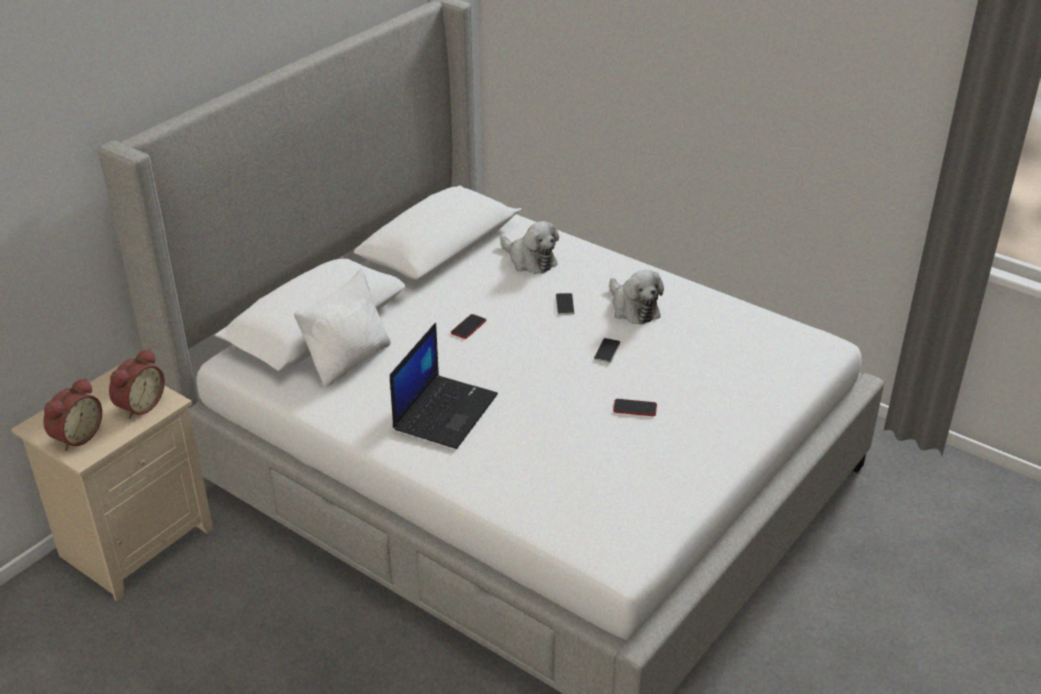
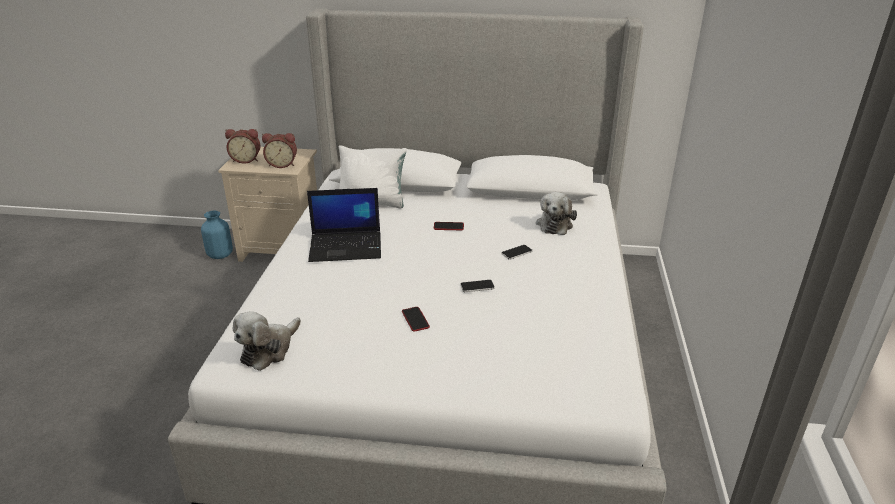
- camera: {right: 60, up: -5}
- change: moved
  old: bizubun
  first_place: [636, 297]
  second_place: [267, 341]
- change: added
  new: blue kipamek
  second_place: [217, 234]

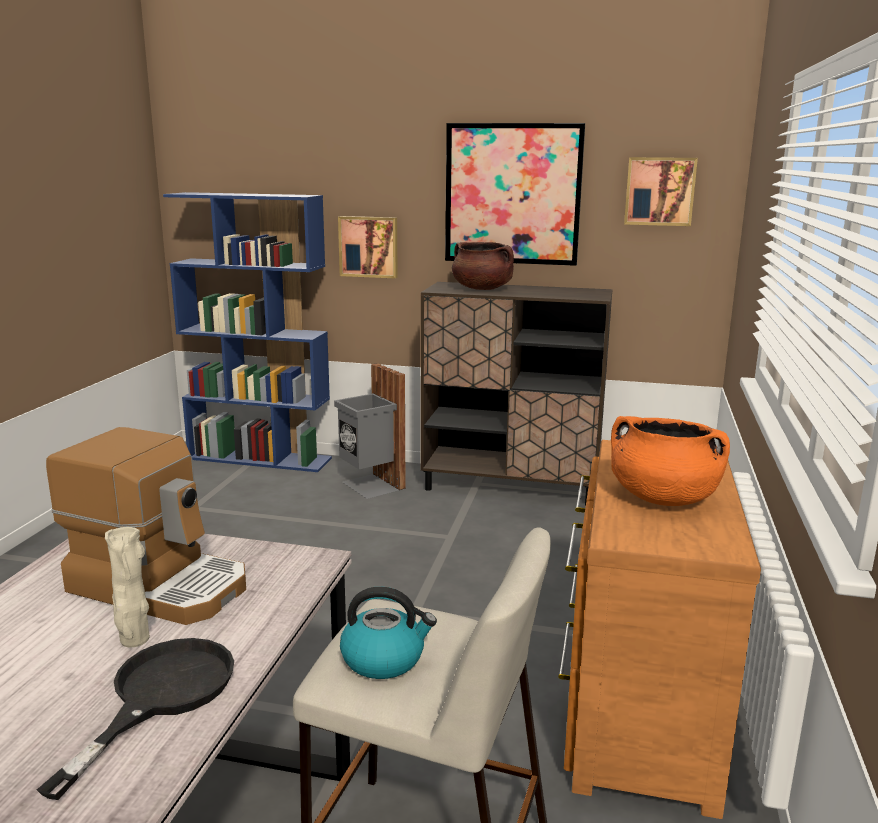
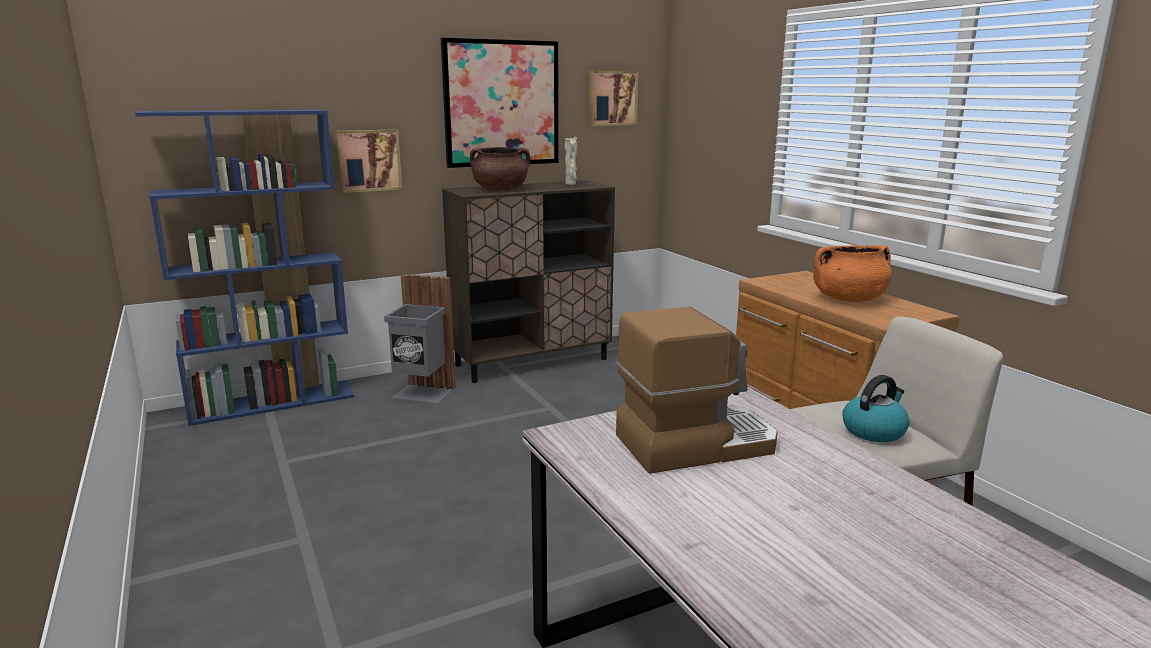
- camera: {right: -40, up: 0}
- change: moved
  old: beige kipamek
  first_place: [127, 587]
  second_place: [571, 161]
- change: removed
  old: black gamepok
  first_place: [135, 719]

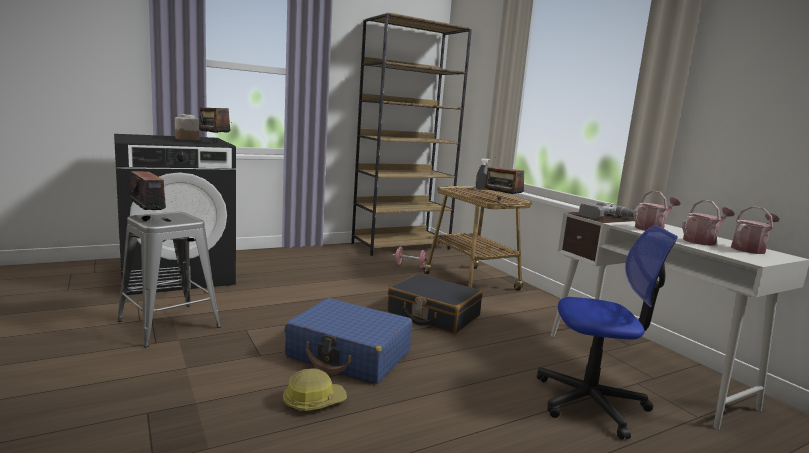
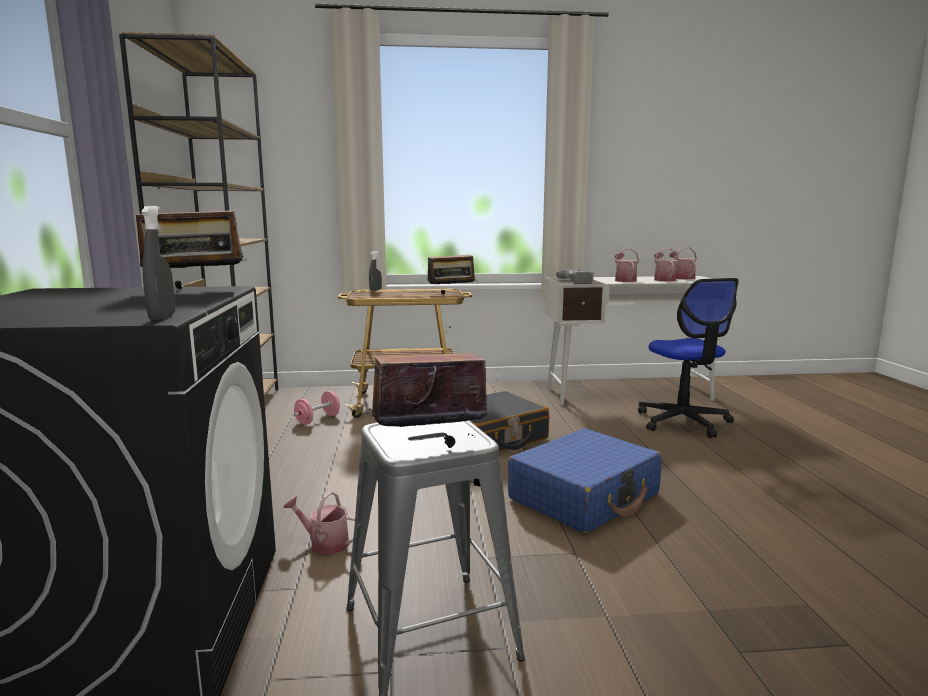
- camera: {right: -65, up: 0}
- change: removed
  old: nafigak
  first_place: [187, 127]
- change: turned
  old: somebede
  first_place: [607, 332]
  second_place: [688, 358]
  degrees: 135
- change: removed
  old: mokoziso
  first_place: [315, 390]
- change: added
  new: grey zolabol
  second_place: [158, 263]
- change: added
  new: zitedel
  second_place: [319, 523]

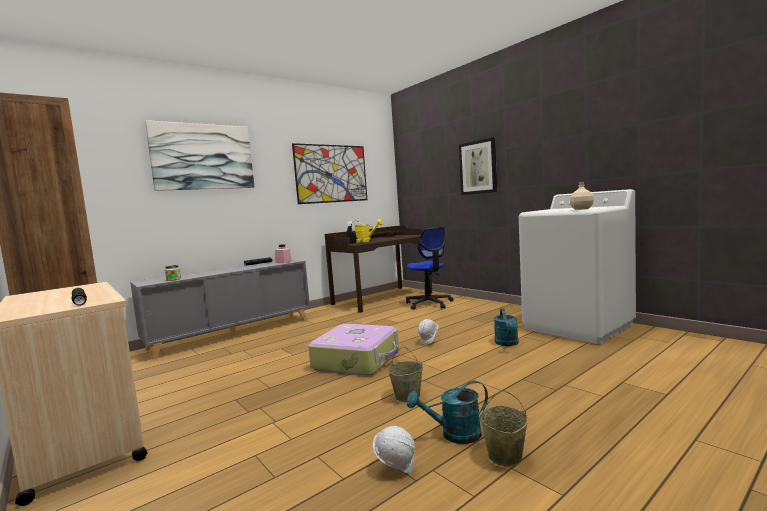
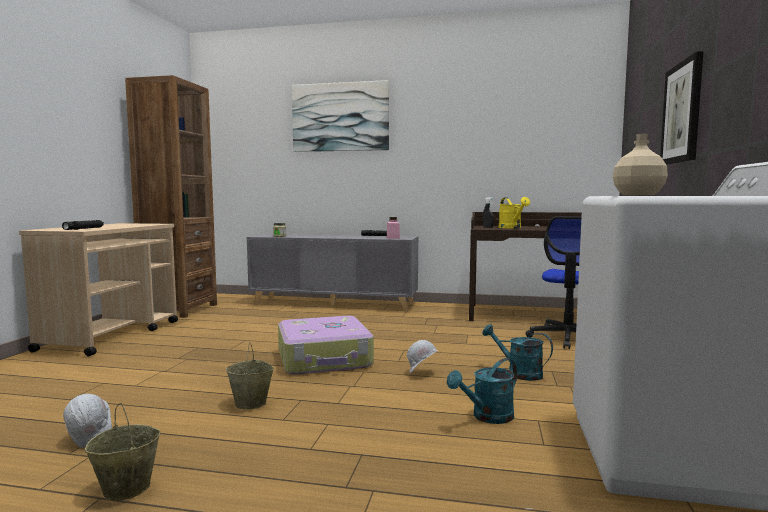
- camera: {right: 50, up: 0}
- change: removed
  old: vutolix
  first_place: [329, 173]
- change: moved
  old: turquoise zitedel
  first_place: [447, 412]
  second_place: [517, 352]

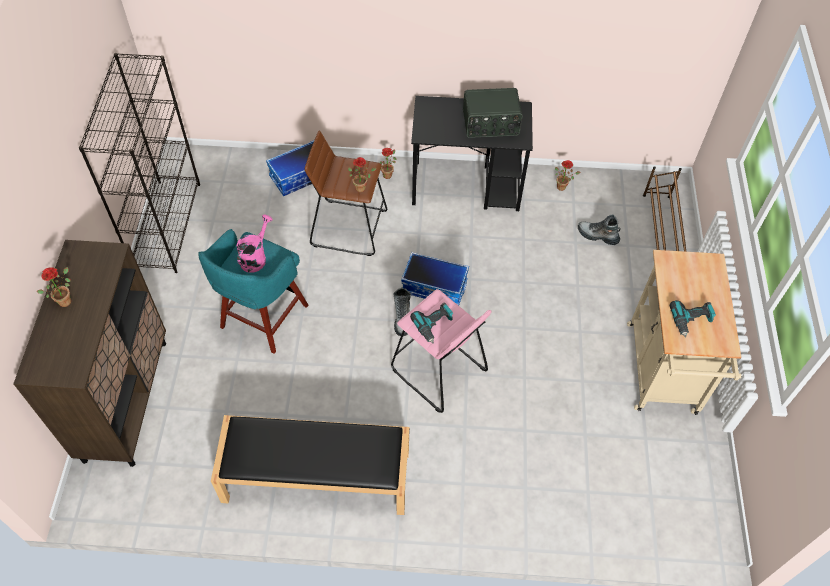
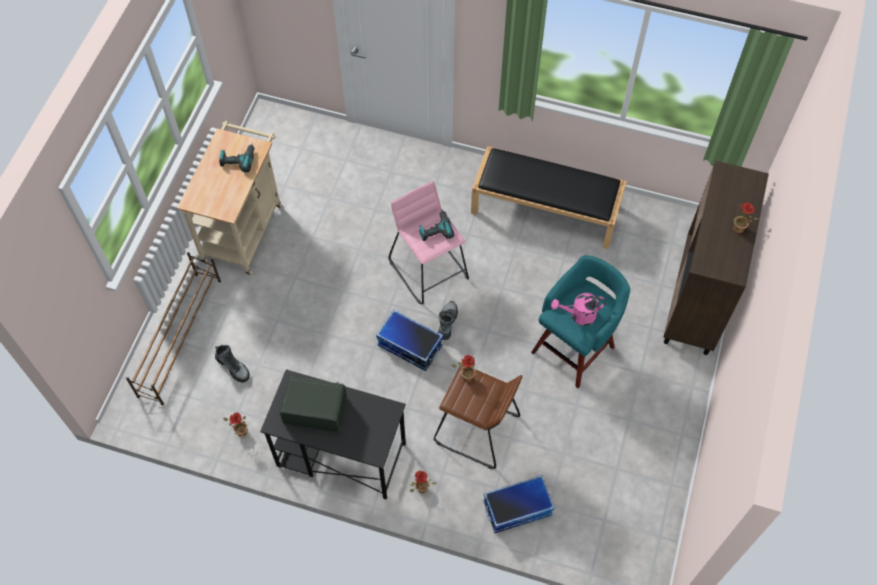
- camera: {right: -165, up: 5}
- change: removed
  old: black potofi
  first_place: [139, 163]
- change: turned
  old: pink zitedel
  first_place: [254, 243]
  second_place: [578, 309]
  degrees: 45

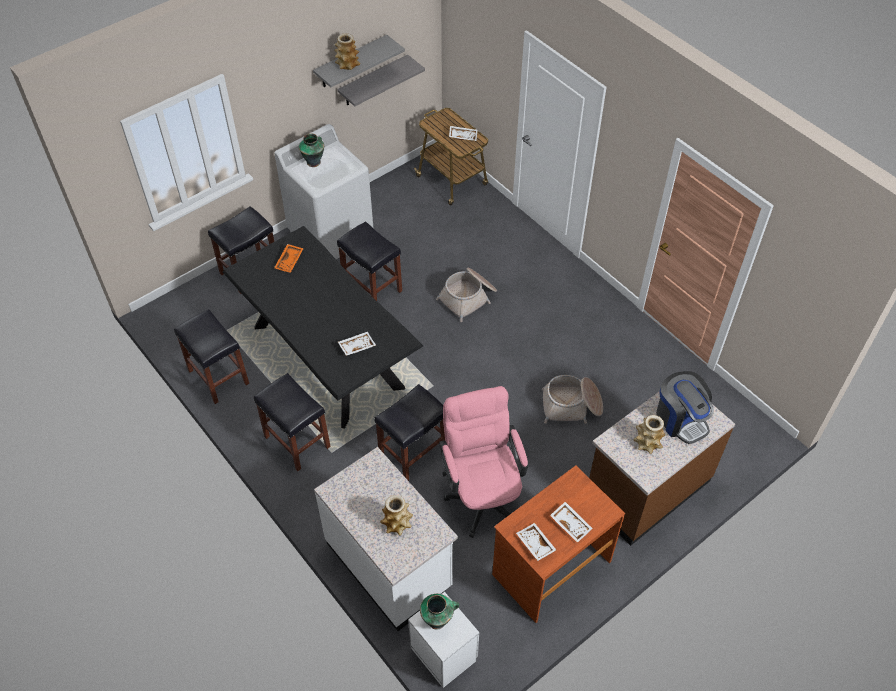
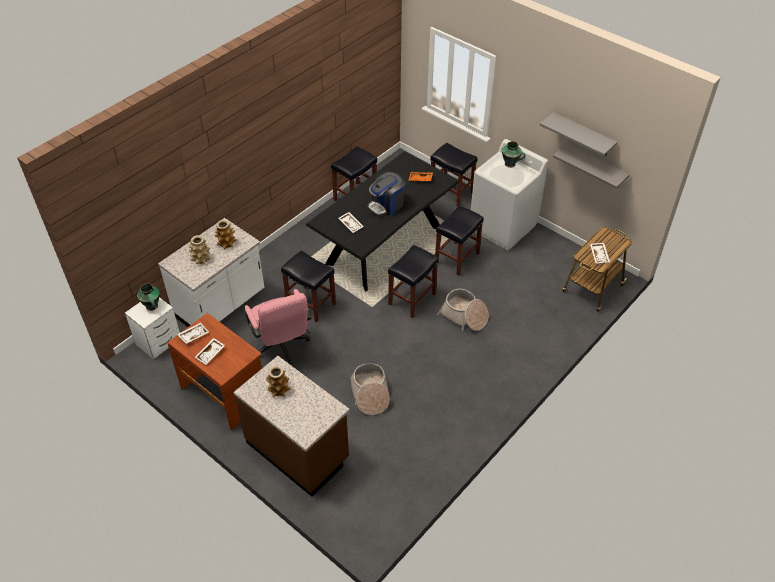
- camera: {right: 80, up: -5}
- change: moved
  old: kipamek
  first_place: [347, 51]
  second_place: [226, 234]
- change: moved
  old: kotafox
  first_place: [685, 407]
  second_place: [386, 193]
- change: moved
  old: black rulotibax
  first_place: [292, 422]
  second_place: [413, 281]
- change: turned
  old: pink somebede
  first_place: [483, 462]
  second_place: [278, 327]
  degrees: 90

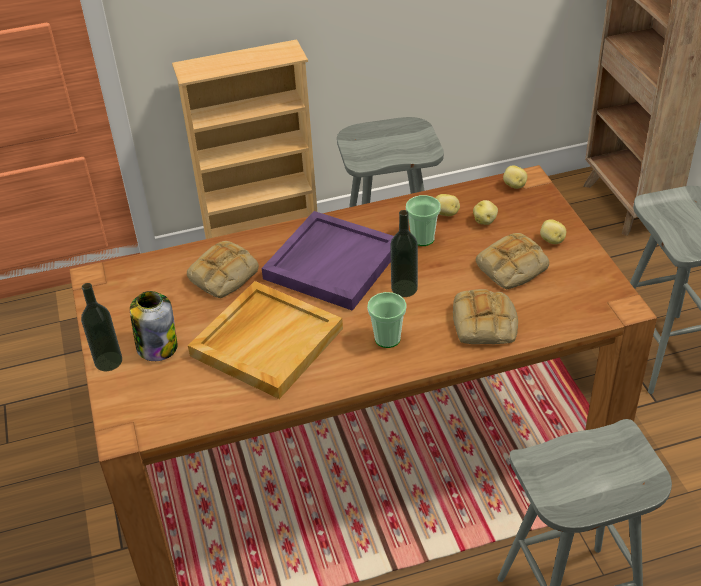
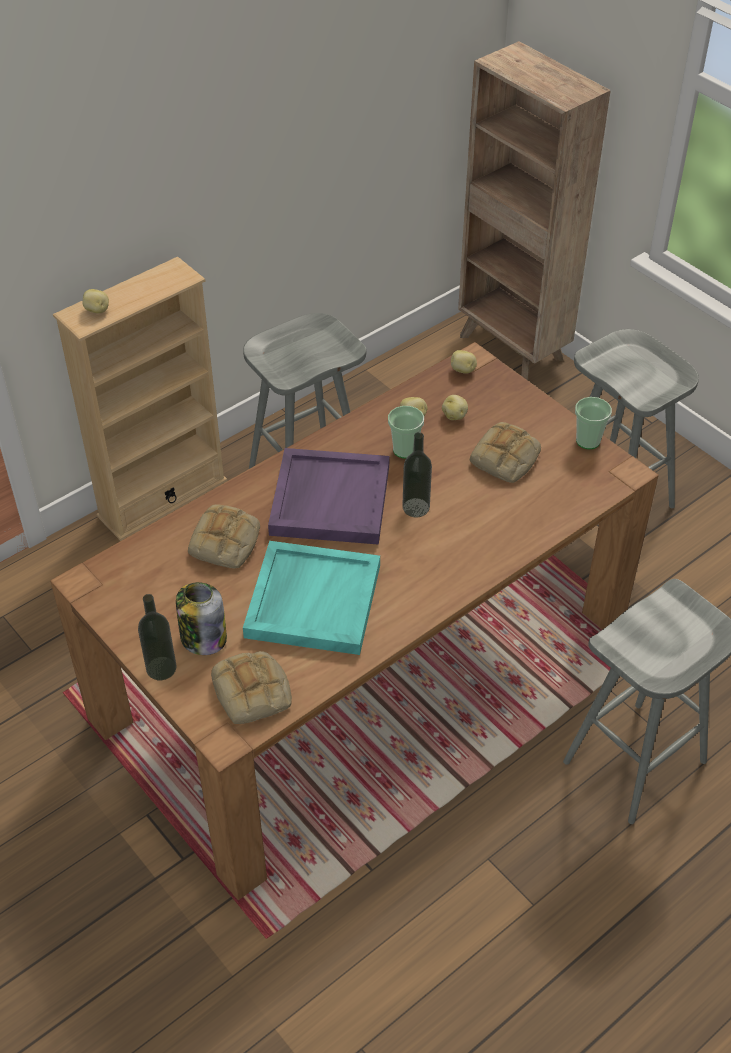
- camera: {right: -25, up: 5}
- change: moved
  old: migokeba
  first_place: [553, 231]
  second_place: [95, 301]
- change: recoloured
  old: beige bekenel
  new: turquoise bekenel
  first_place: [265, 340]
  second_place: [311, 598]
- change: moved
  old: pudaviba
  first_place: [485, 316]
  second_place: [251, 687]
- change: moved
  old: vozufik
  first_place: [387, 320]
  second_place: [593, 423]

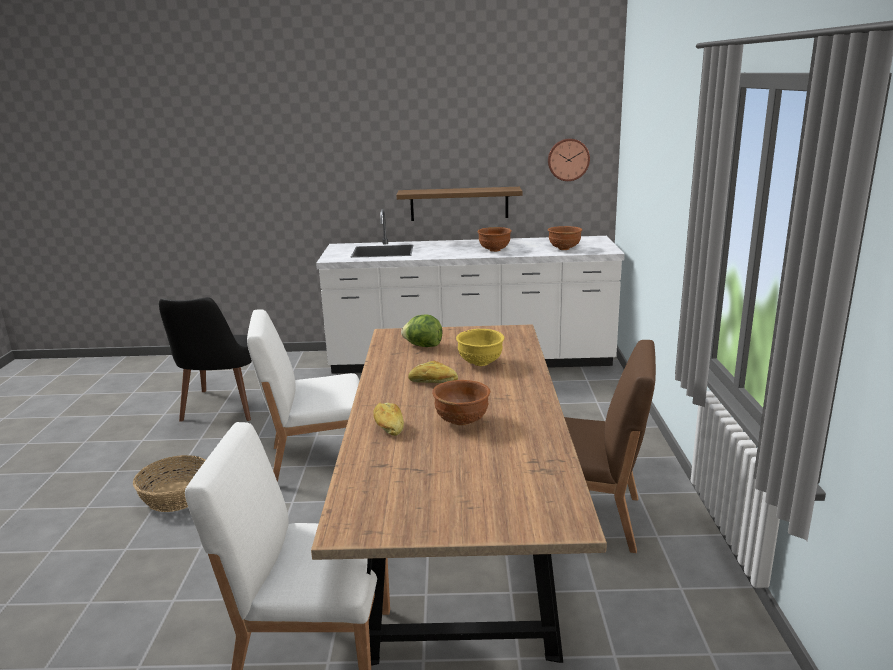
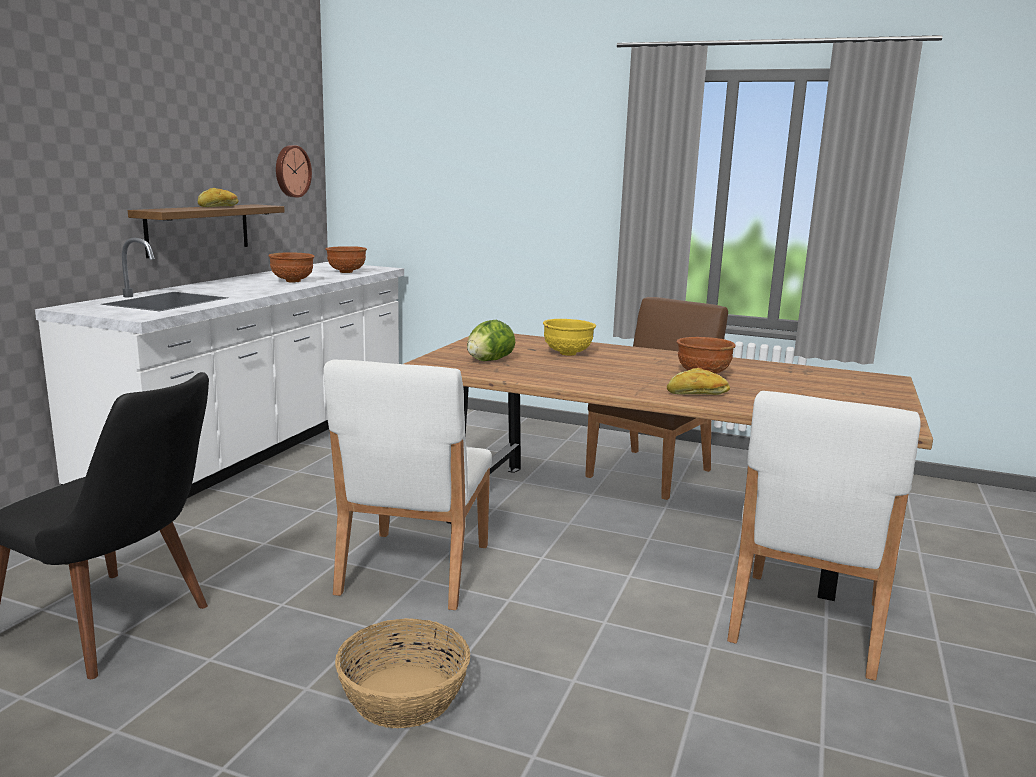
- camera: {right: -70, up: -5}
- change: moved
  old: pudaviba
  first_place: [433, 372]
  second_place: [218, 197]

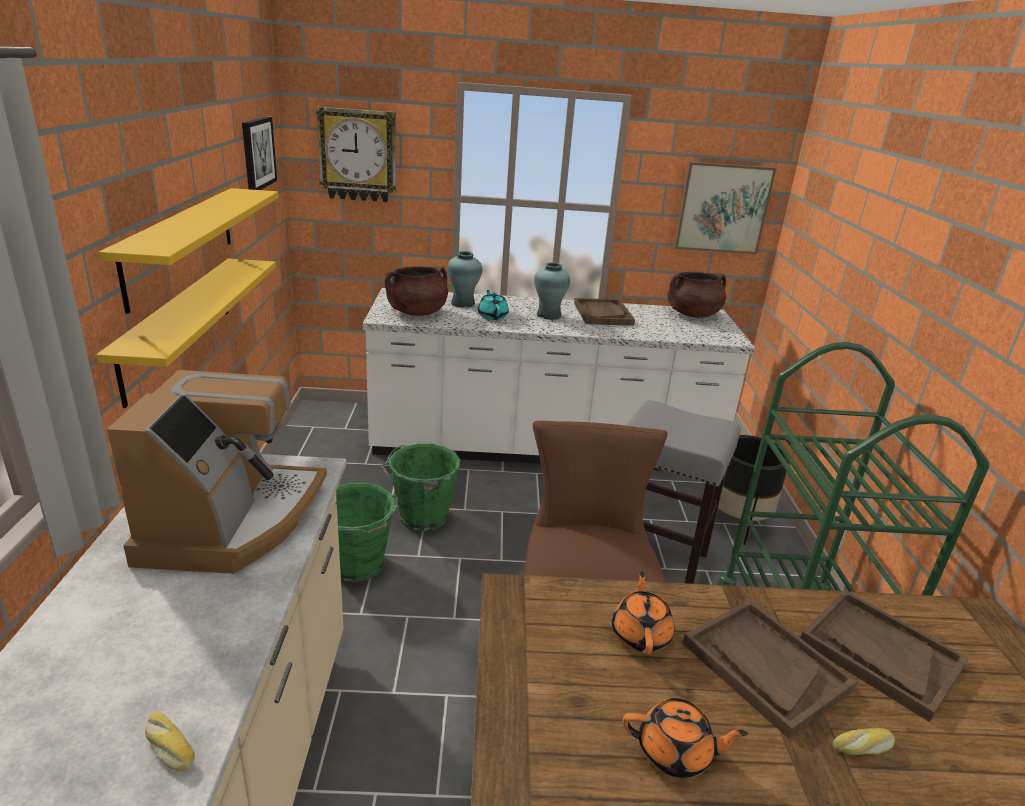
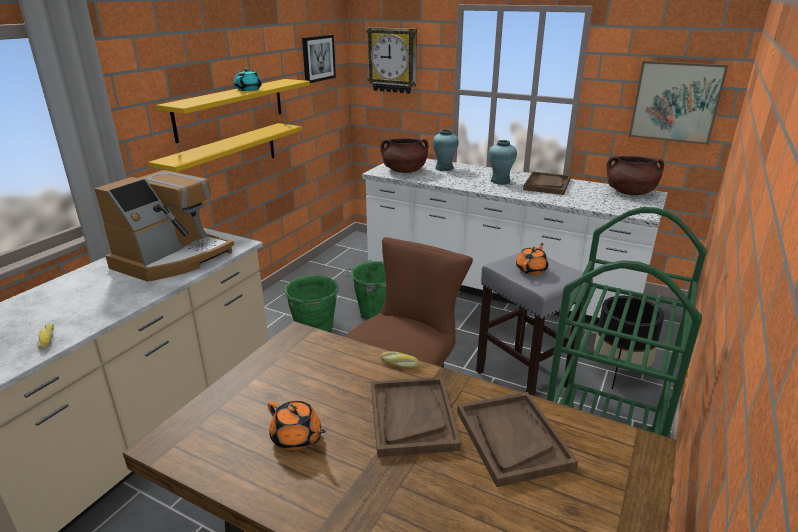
- camera: {right: 30, up: 0}
- change: moved
  old: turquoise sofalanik
  first_place: [493, 305]
  second_place: [248, 79]
- change: moved
  old: orange sofalanik
  first_place: [643, 613]
  second_place: [532, 259]
- change: moved
  old: pudaviba
  first_place: [864, 741]
  second_place: [400, 359]

